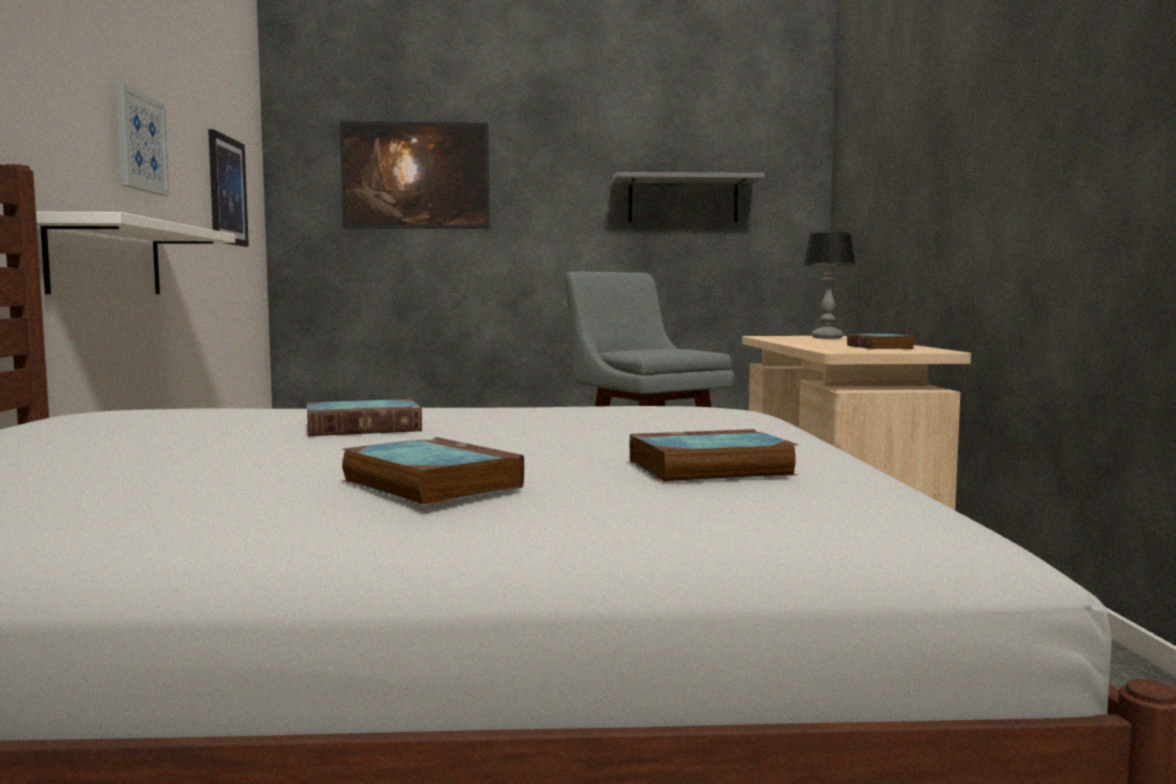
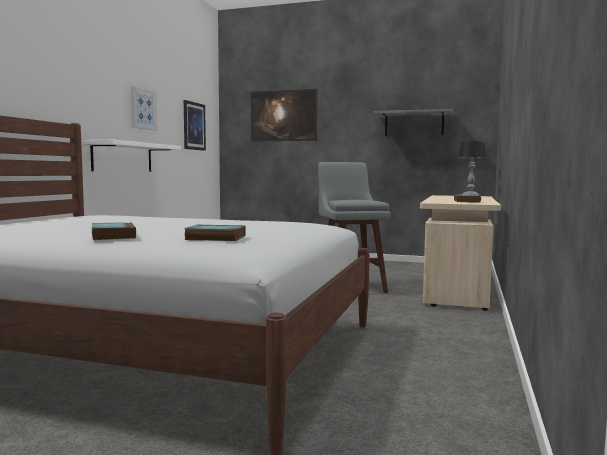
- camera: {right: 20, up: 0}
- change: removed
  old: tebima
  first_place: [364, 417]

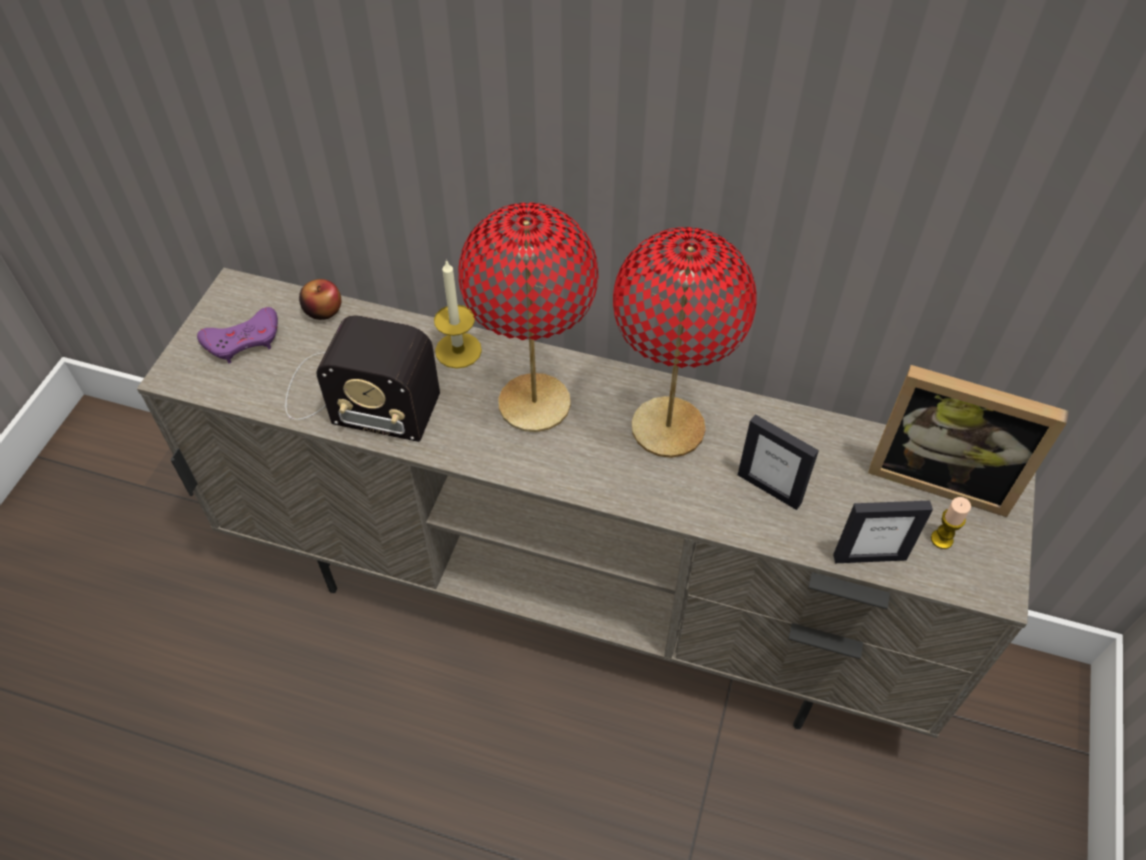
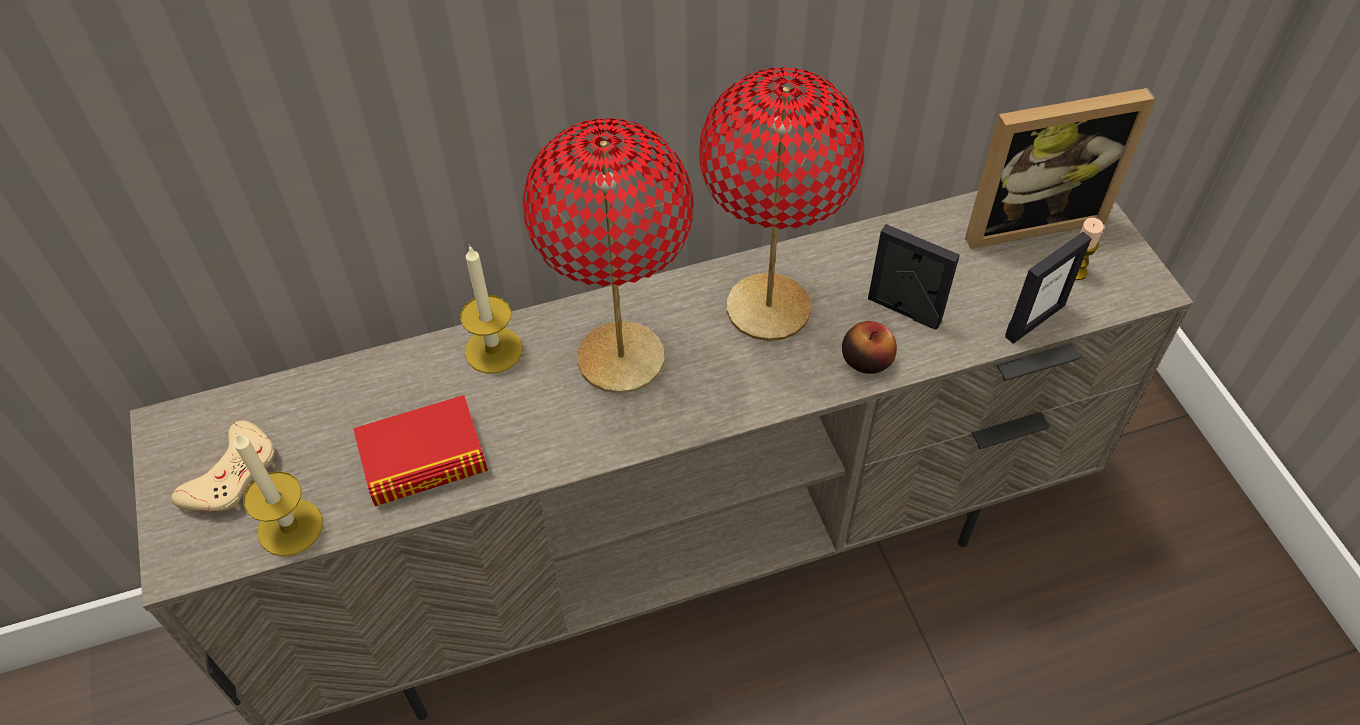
- camera: {right: -35, up: 0}
- change: moved
  old: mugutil
  first_place: [320, 299]
  second_place: [869, 347]
- change: recoloured
  old: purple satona
  new: beige satona
  first_place: [237, 335]
  second_place: [223, 466]
- change: replaced
  old: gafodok
  new: tebima
  first_place: [362, 378]
  second_place: [420, 450]
- change: turned
  old: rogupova
  first_place: [778, 462]
  second_place: [914, 277]
  degrees: -150
- change: added
  new: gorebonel
  second_place: [278, 494]

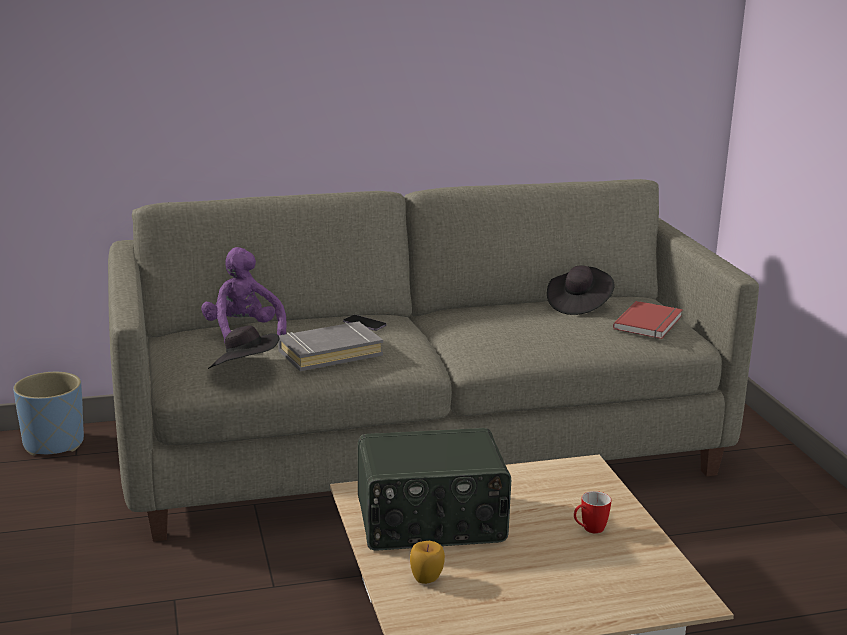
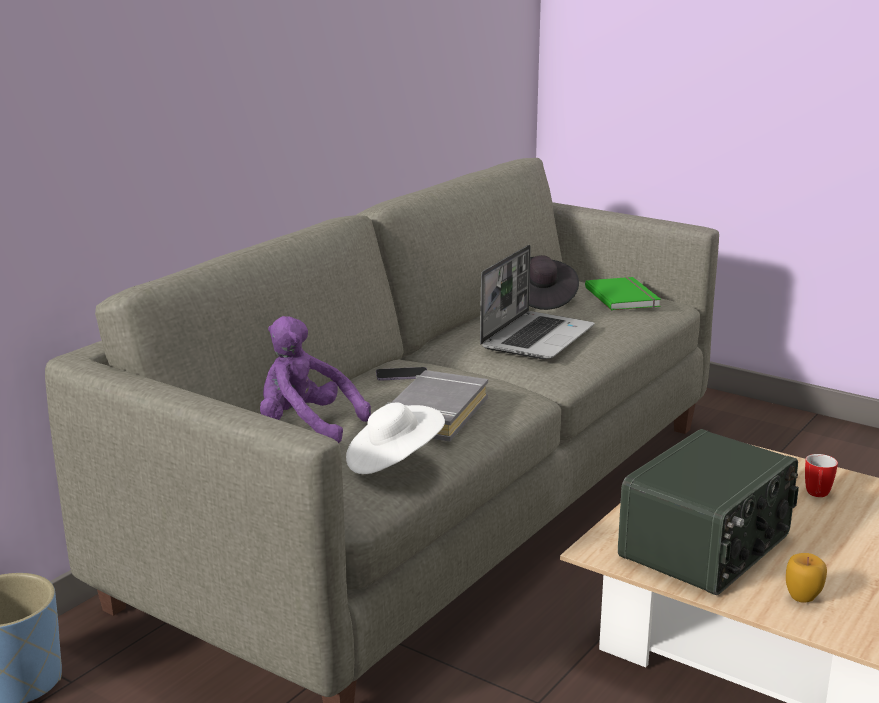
- camera: {right: -40, up: 0}
- change: recoloured
  old: red tebima
  new: green tebima
  first_place: [648, 320]
  second_place: [623, 293]
- change: recoloured
  old: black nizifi
  new: white nizifi
  first_place: [243, 347]
  second_place: [395, 438]
- change: added
  new: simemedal
  second_place: [537, 302]

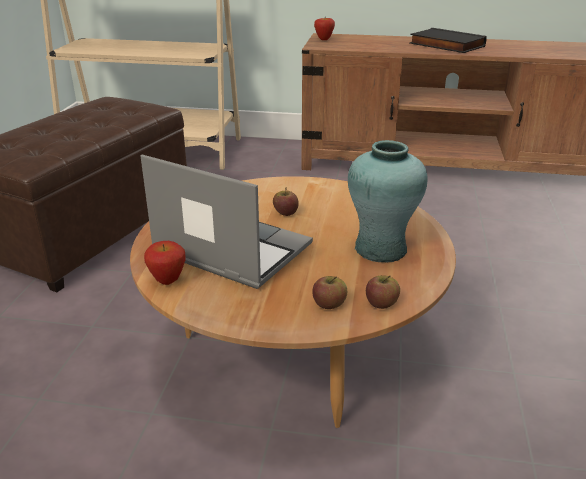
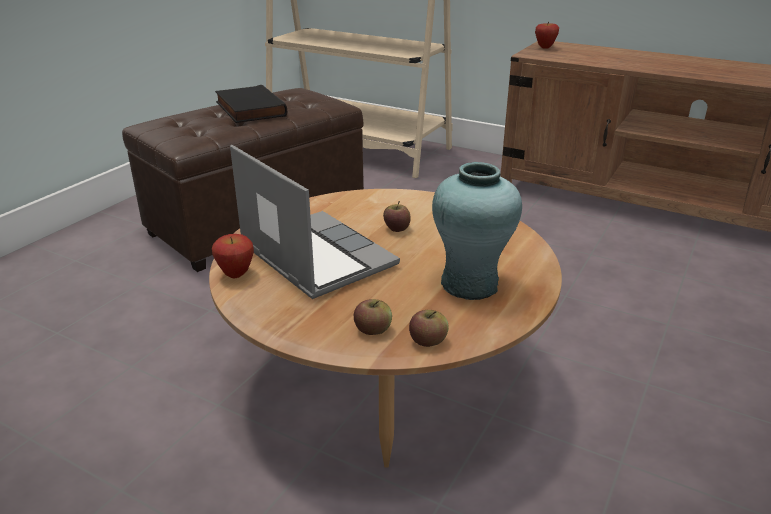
- camera: {right: 20, up: 0}
- change: moved
  old: black tebima
  first_place: [448, 40]
  second_place: [251, 104]

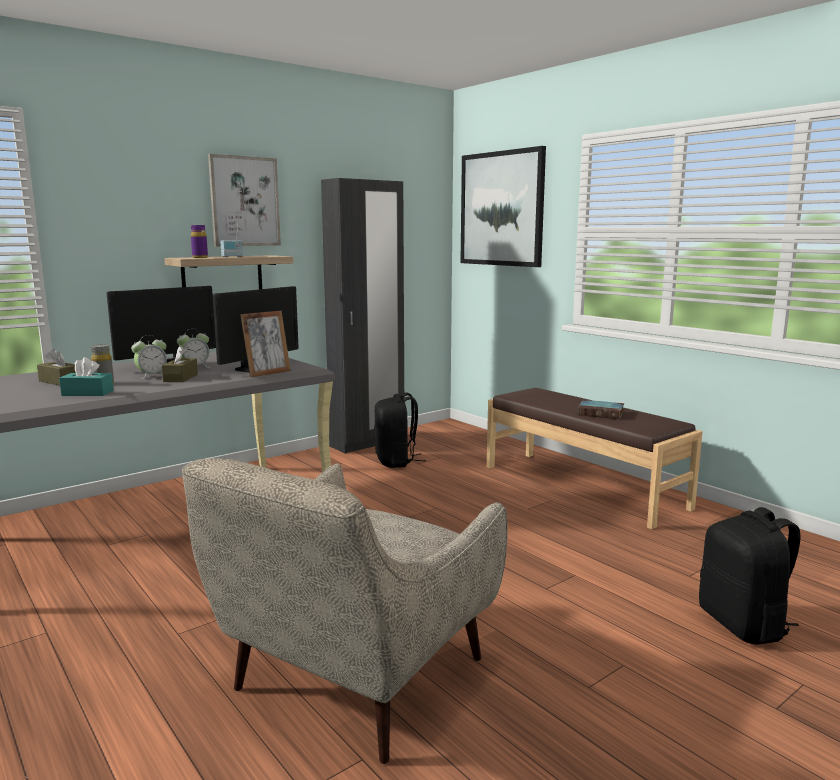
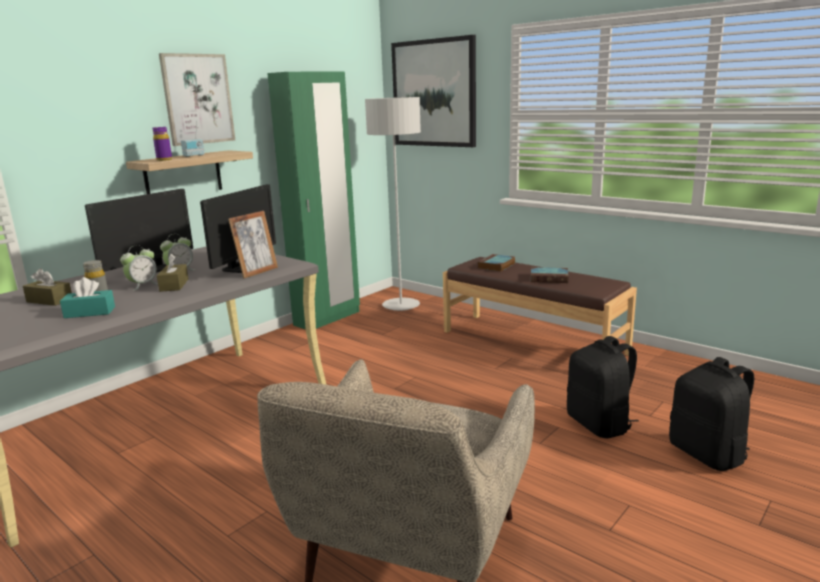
- camera: {right: -10, up: 5}
- change: recoloured
  old: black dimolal
  new: green dimolal
  first_place: [362, 315]
  second_place: [313, 200]
- change: moved
  old: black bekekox
  first_place: [400, 430]
  second_place: [603, 387]
- change: added
  new: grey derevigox
  second_place: [393, 204]
- change: added
  new: tebima
  second_place: [496, 263]

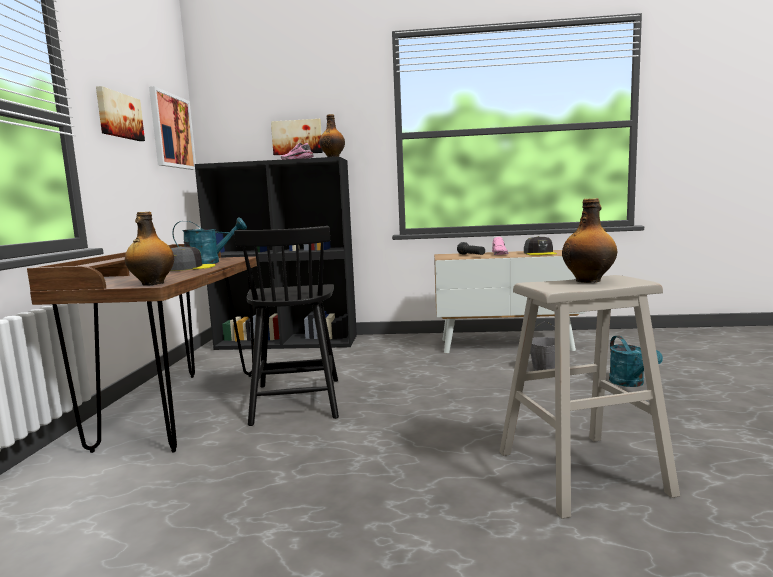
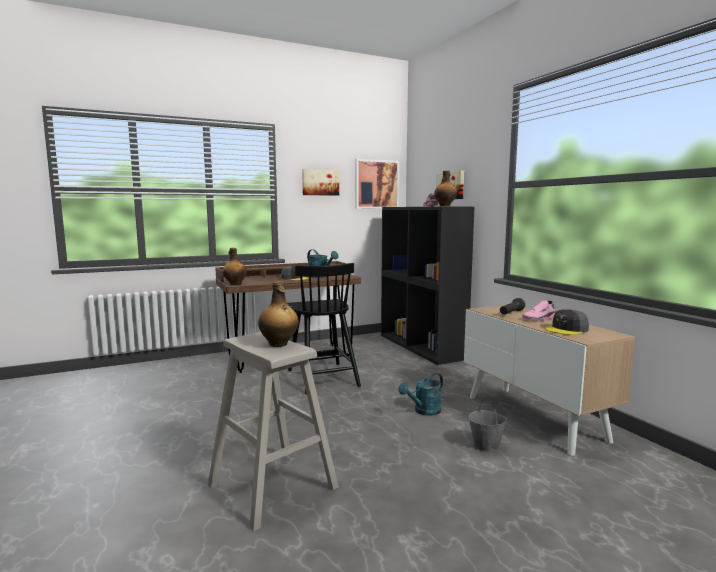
- camera: {right: 60, up: 0}
- change: turned
  old: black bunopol
  first_place: [286, 326]
  second_place: [324, 328]
  degrees: -75
- change: moved
  old: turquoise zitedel
  first_place: [636, 361]
  second_place: [421, 394]

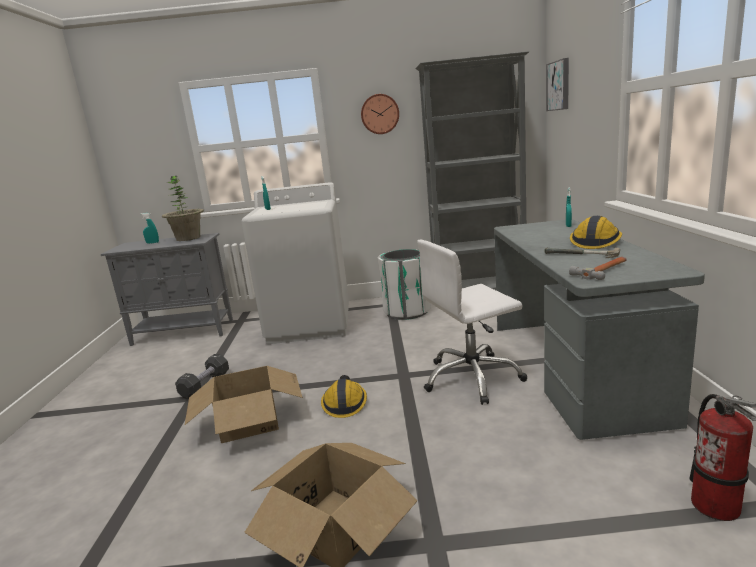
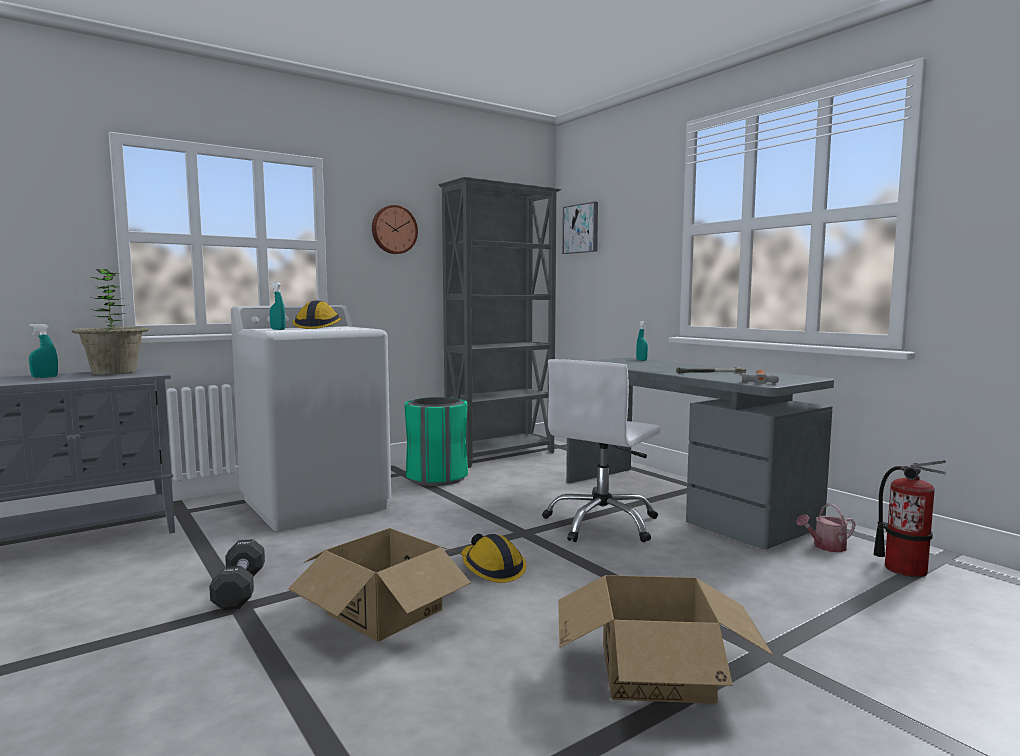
- camera: {right: -35, up: -10}
- change: moved
  old: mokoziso
  first_place: [596, 232]
  second_place: [317, 314]
- change: recoloured
  old: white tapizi
  new: green tapizi
  first_place: [404, 284]
  second_place: [436, 441]
- change: added
  new: zitedel
  second_place: [826, 527]

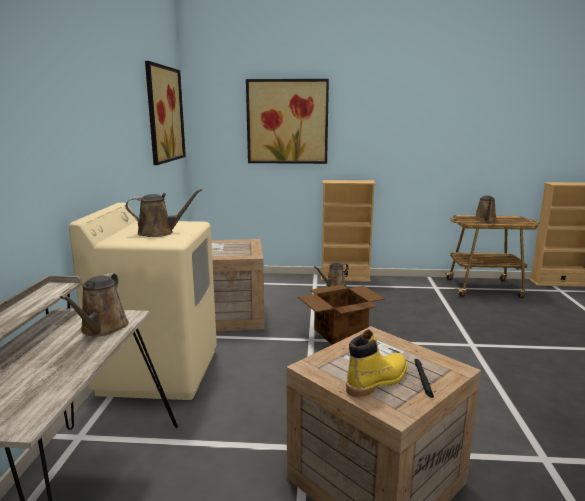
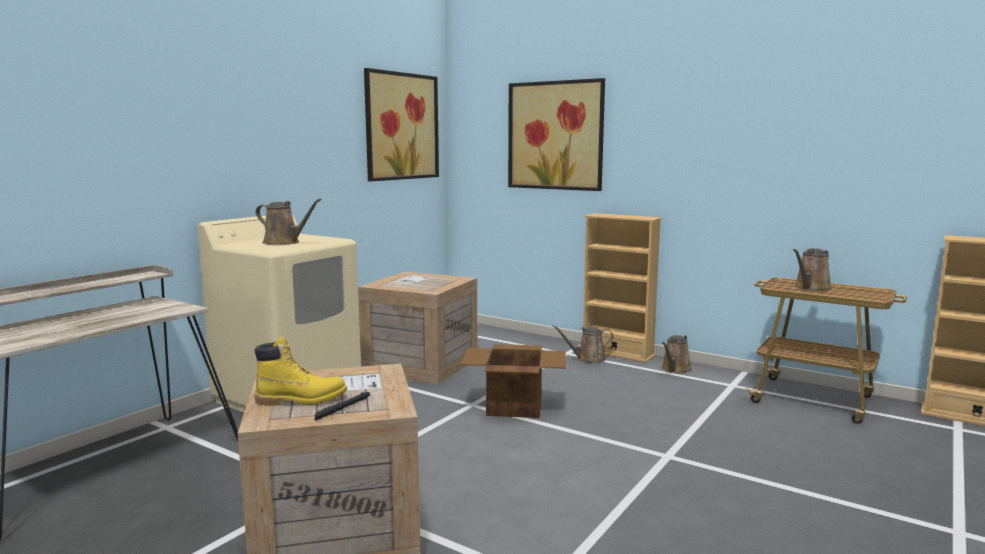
- camera: {right: 30, up: -5}
- change: moved
  old: brown zitedel
  first_place: [94, 304]
  second_place: [676, 354]

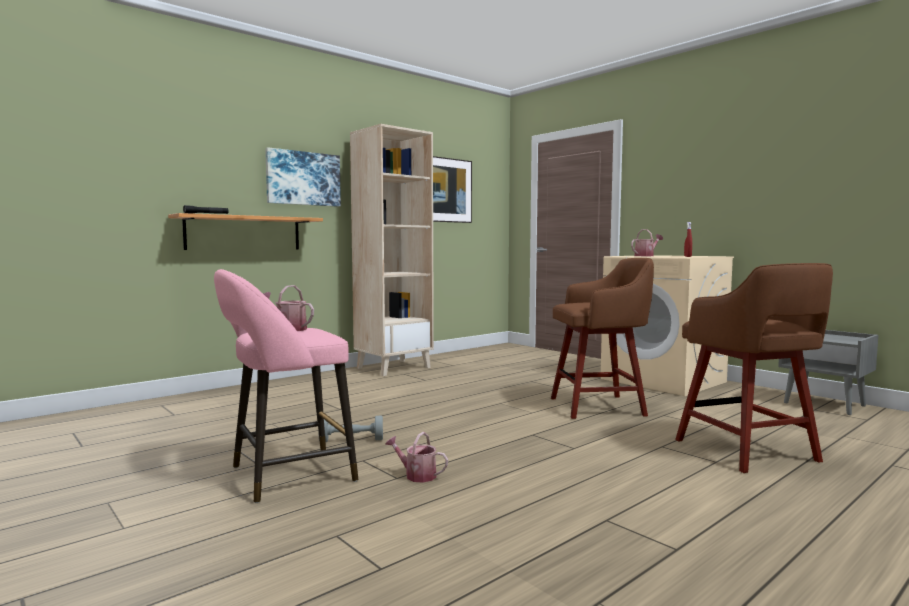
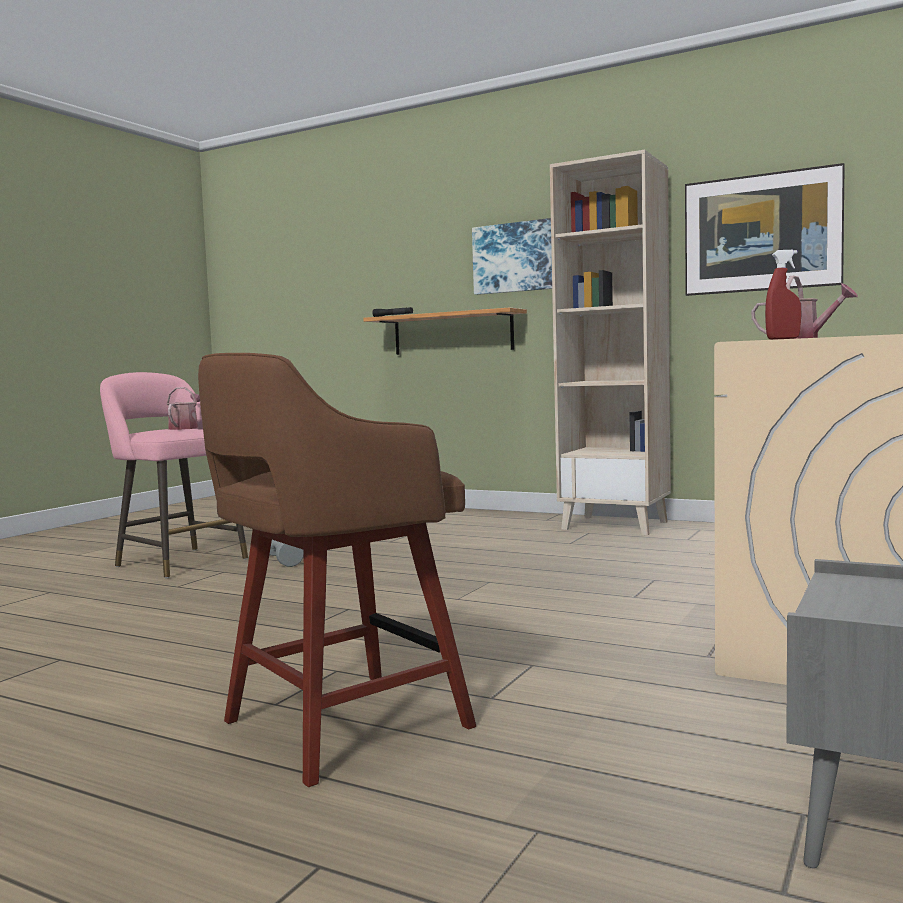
- camera: {right: 70, up: 0}
- change: removed
  old: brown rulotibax
  first_place: [602, 338]
- change: removed
  old: zitedel
  first_place: [416, 457]

